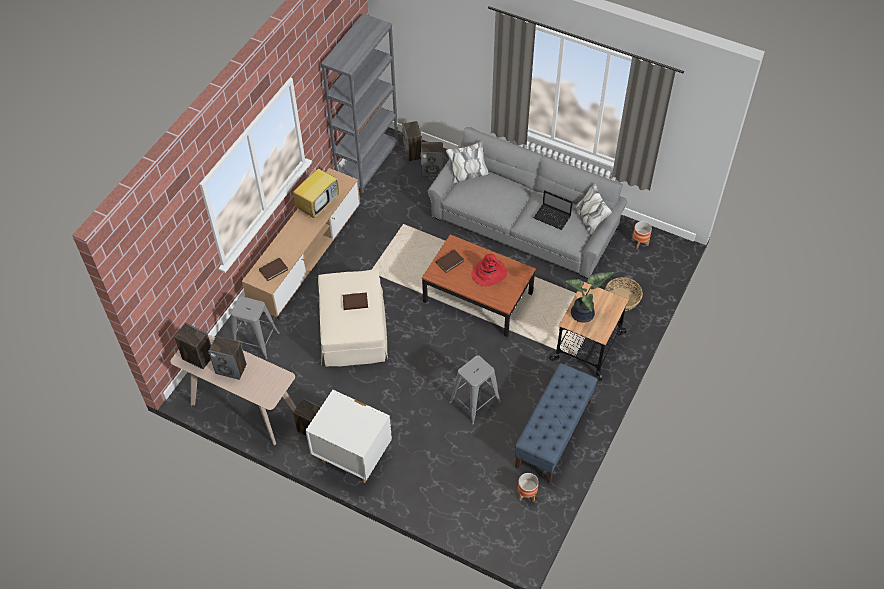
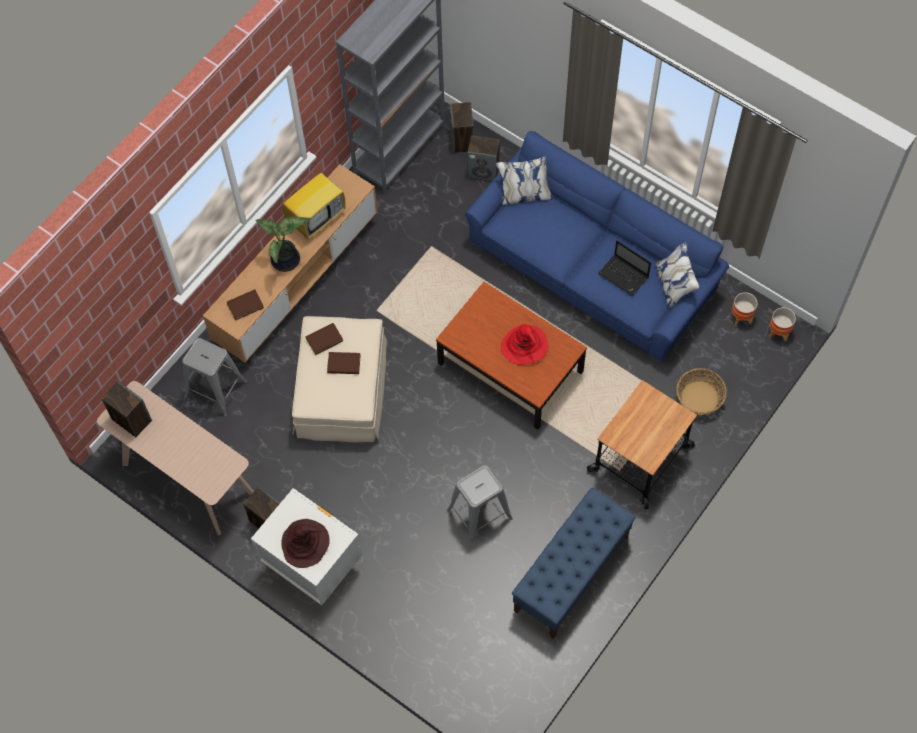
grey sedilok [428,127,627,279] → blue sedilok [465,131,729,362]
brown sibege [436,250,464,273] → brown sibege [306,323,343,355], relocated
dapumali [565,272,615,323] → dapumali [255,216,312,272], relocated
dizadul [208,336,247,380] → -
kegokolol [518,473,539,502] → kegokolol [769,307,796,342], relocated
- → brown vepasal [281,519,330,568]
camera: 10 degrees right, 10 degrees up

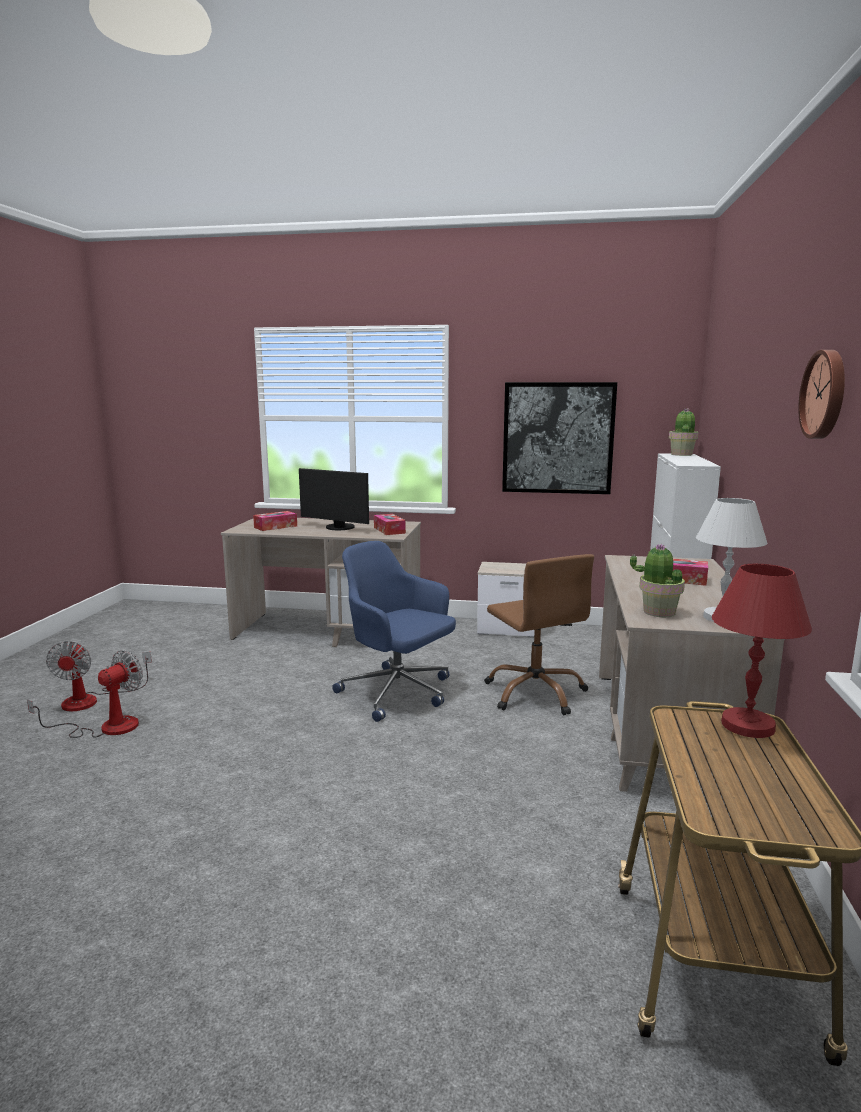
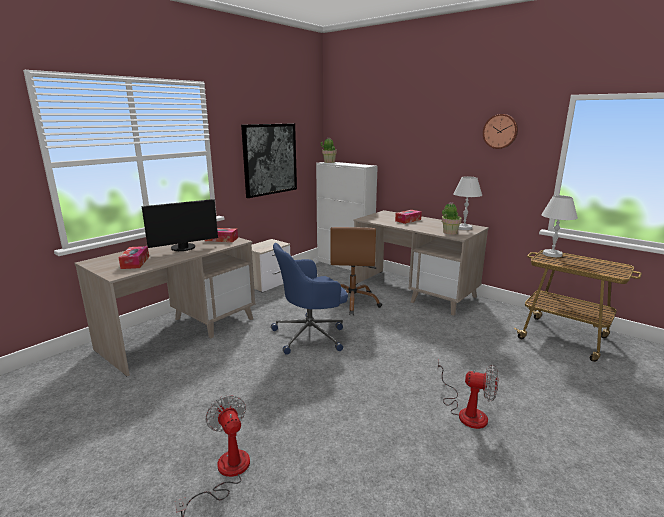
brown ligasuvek [485,554,594,715] → brown ligasuvek [330,227,382,315], 90 degrees clockwise
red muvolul [712,564,812,738] → white muvolul [541,195,578,257]
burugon [46,641,152,711] → burugon [437,360,498,429], relocated
camera: 60 degrees left, 5 degrees up

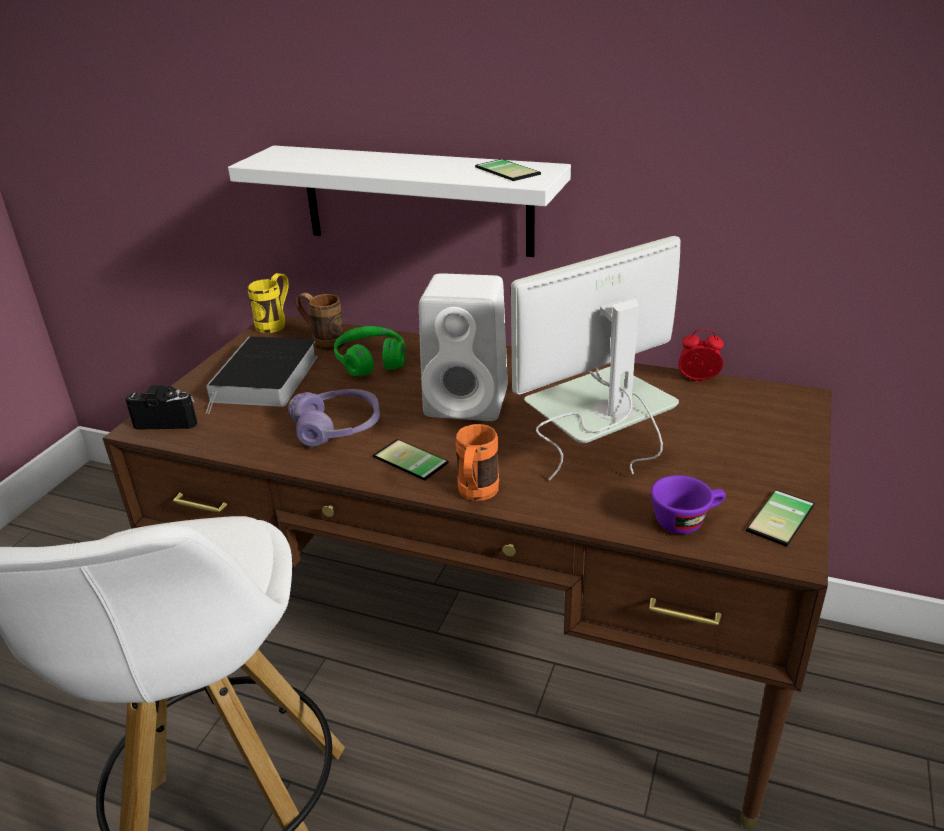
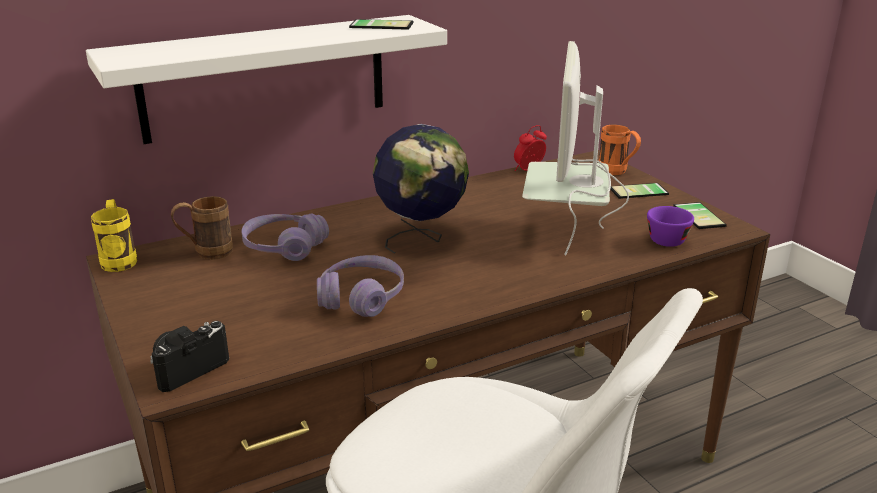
white dizadul [419,273,508,421] → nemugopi [373,124,469,254]
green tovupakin [334,326,405,376] → purple tovupakin [242,213,329,261]
sibege [206,337,318,414] → -
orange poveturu [456,424,499,501] → orange poveturu [599,125,641,175], relocated
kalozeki [373,439,449,481] → kalozeki [610,183,669,199], relocated
camera: 50 degrees left, 5 degrees down

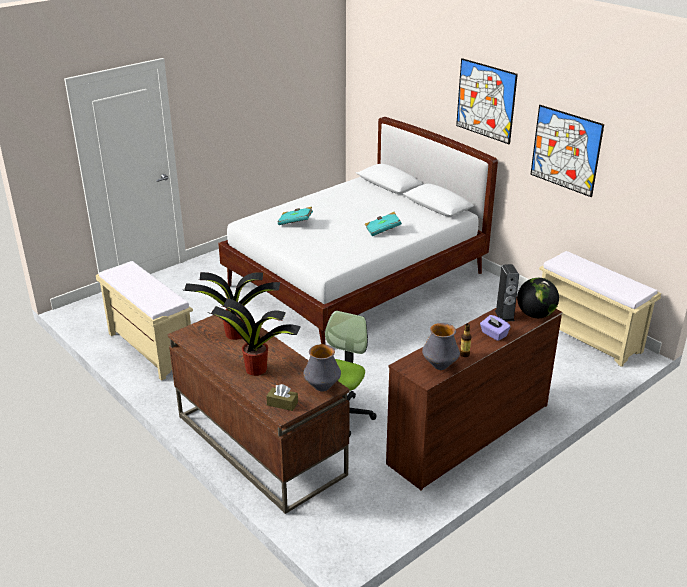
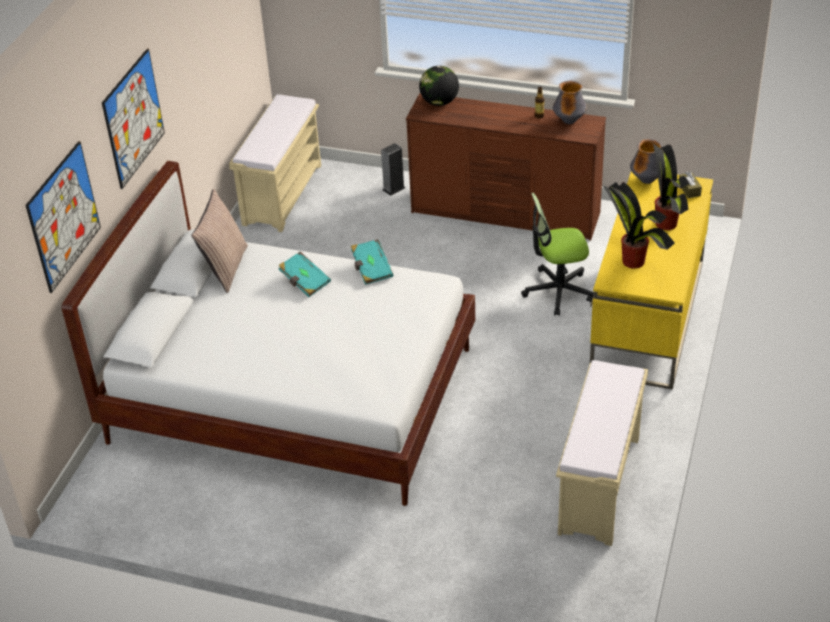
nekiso [530,105,604,197] → nekiso [25,141,101,293], relocated
turquoise sibege [278,207,313,225] → turquoise sibege [351,239,393,285], relocated
dizadul [495,264,519,322] → dizadul [381,143,405,196], relocated
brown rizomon [168,315,350,514] → yellow rizomon [590,171,713,390]
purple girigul [480,315,511,341] → -
- → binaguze [191,189,248,293]
camera: 120 degrees left, 10 degrees up

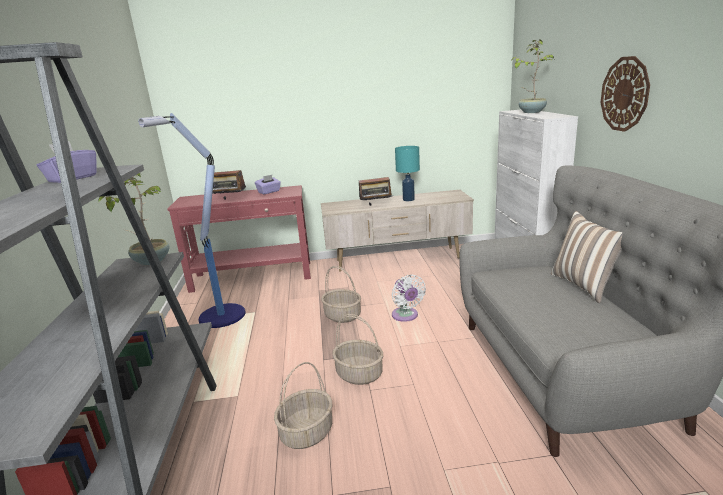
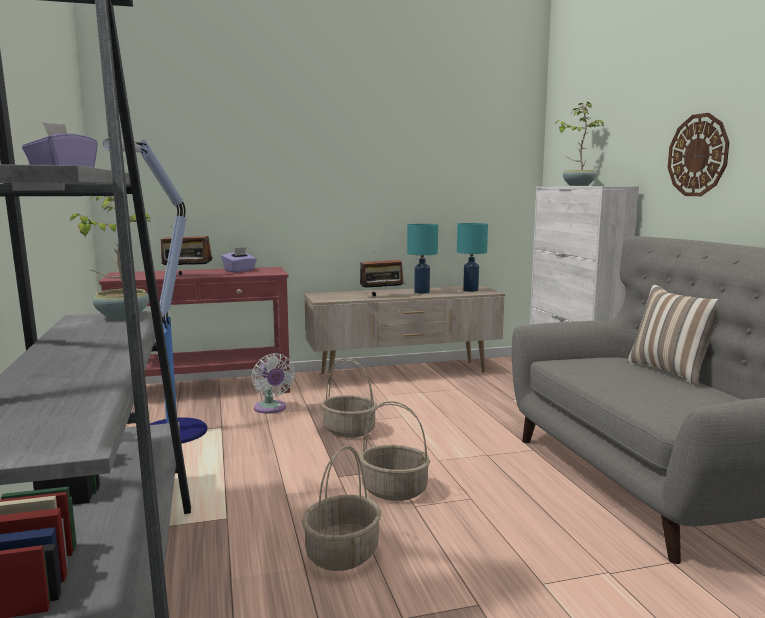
white burugon [392,275,426,322] → white burugon [251,353,295,413], relocated
- → turquoise muvolul [457,223,488,292]
camera: 10 degrees left, 10 degrees down

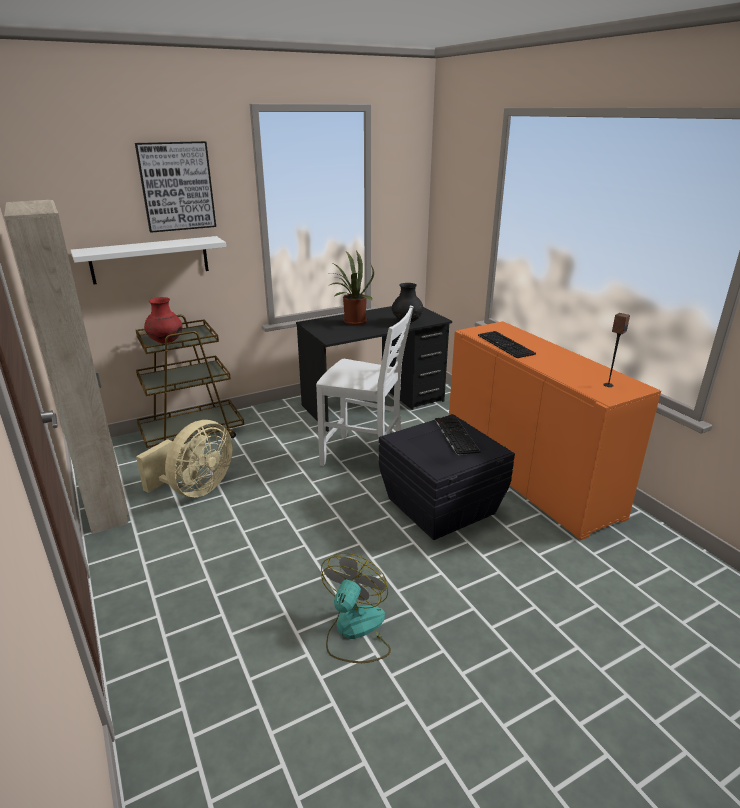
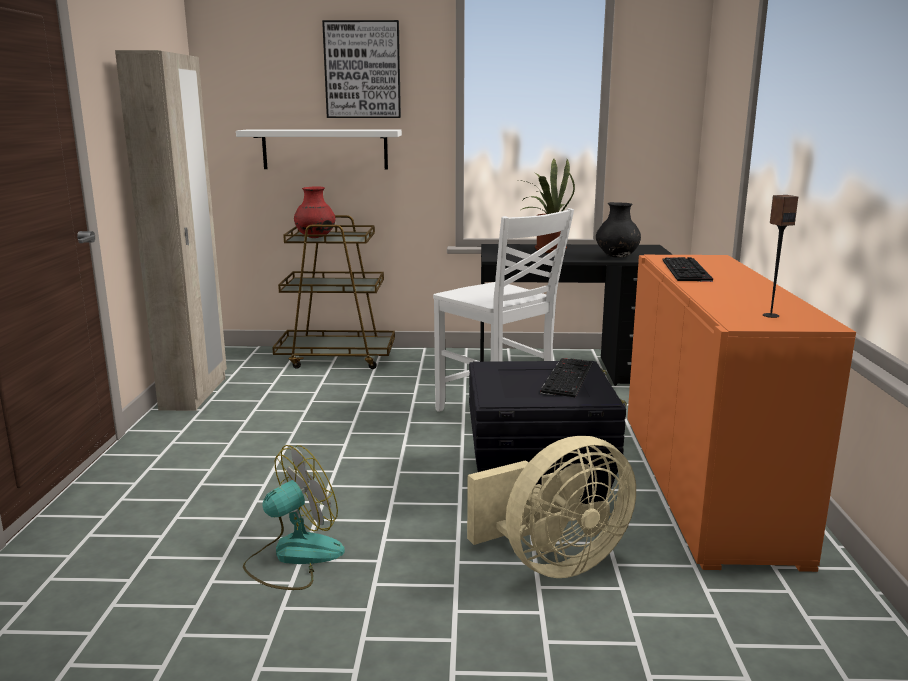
beige burugon [136,420,233,497] → beige burugon [467,436,636,578], relocated
camera: 30 degrees right, 10 degrees down

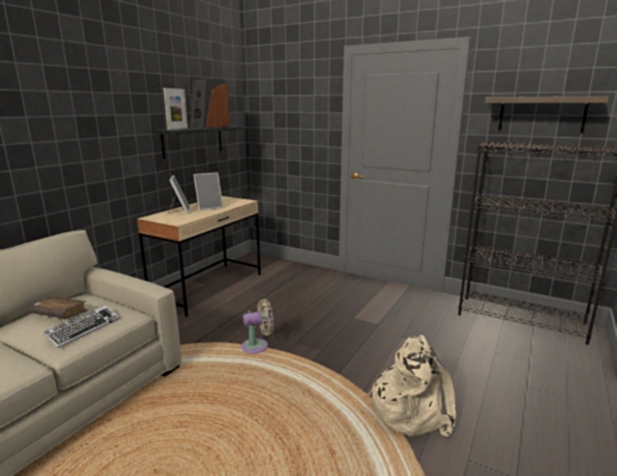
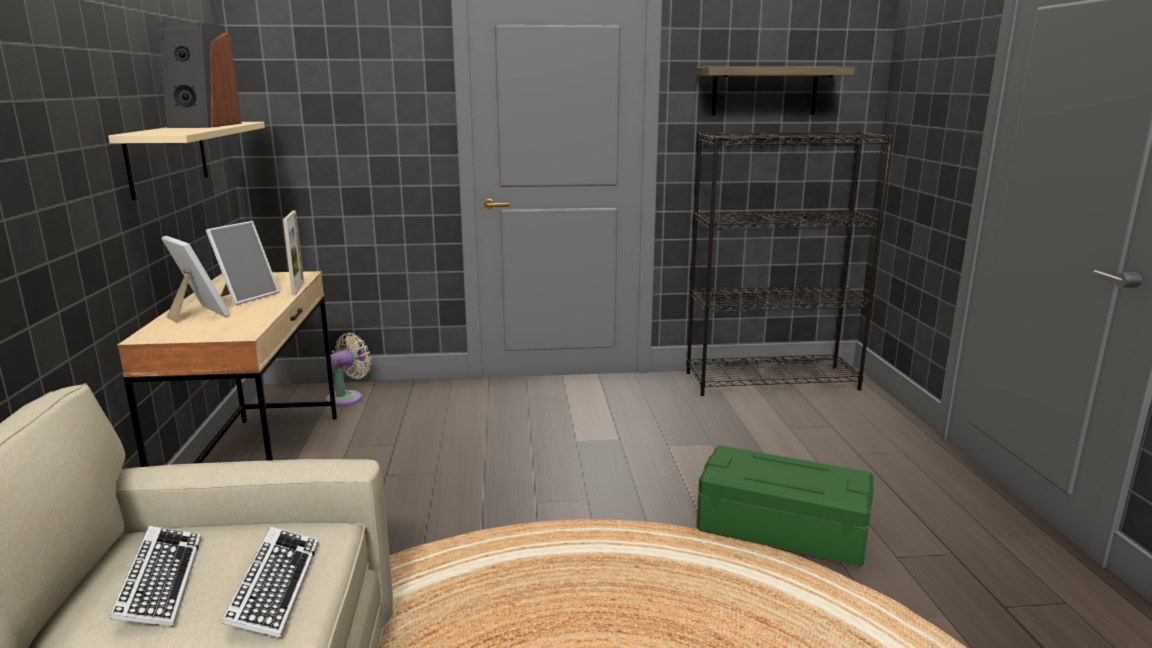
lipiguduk [163,88,188,130] → lipiguduk [283,210,304,296], relocated
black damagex [152,125,247,159] → beige damagex [108,122,265,201]
brown sibege [31,296,88,319] → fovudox [109,526,201,627]
beige burugon [241,299,274,354] → beige burugon [325,333,371,407], relocated
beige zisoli [367,335,456,437] → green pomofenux [696,445,874,567]
camera: 35 degrees left, 0 degrees up

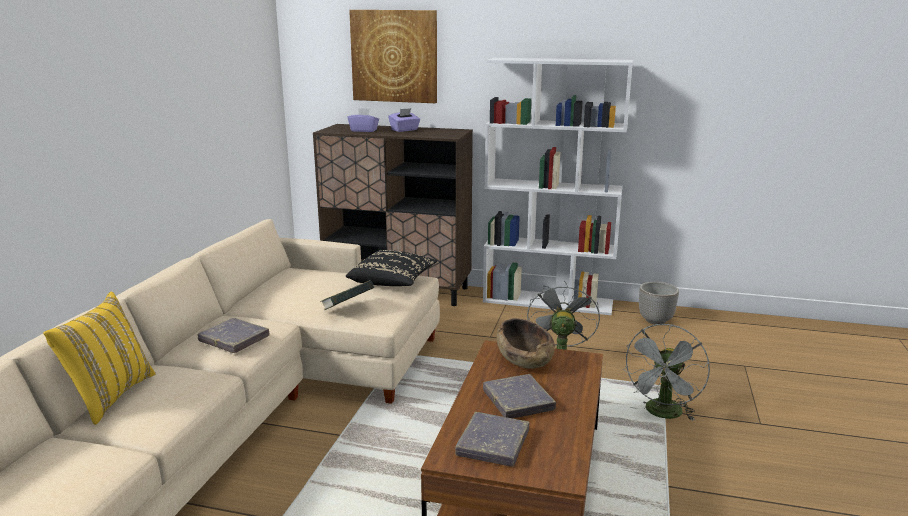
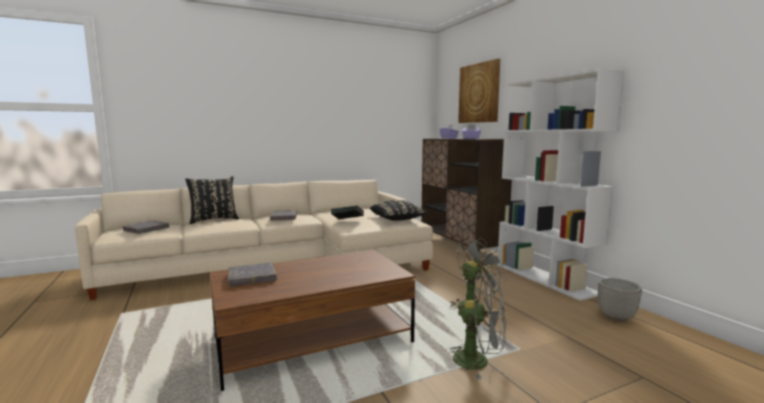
yellow binaguze [43,292,156,425] → black binaguze [185,176,239,224]
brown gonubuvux [497,318,555,369] → -
grey burugon [623,324,710,421] → grey burugon [445,273,506,379], 150 degrees counterclockwise
grey sibege [483,374,556,418] → grey sibege [123,220,169,234], relocated
camera: 50 degrees right, 10 degrees down

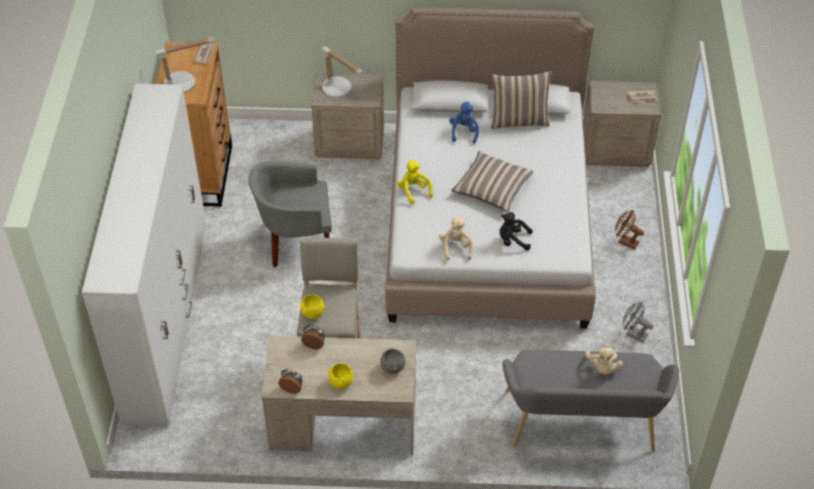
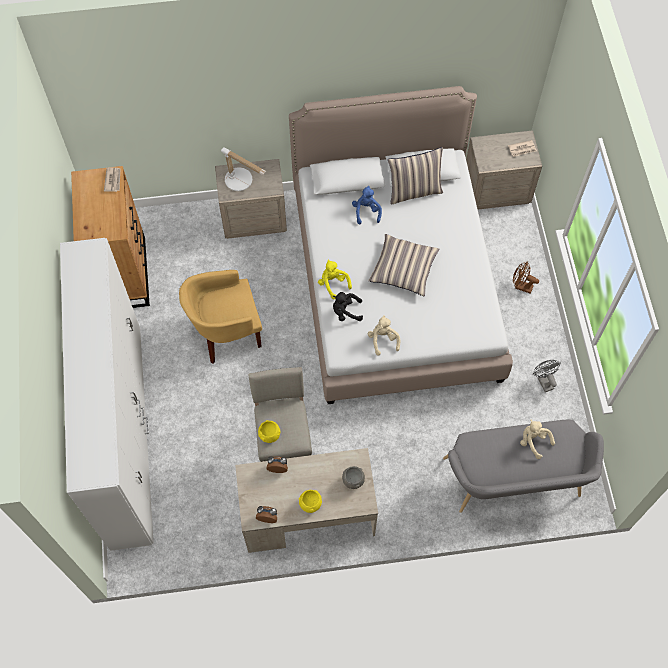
muvolul [155,36,214,92] → -
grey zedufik [248,161,332,268] → yellow zedufik [179,270,262,364]
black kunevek [500,212,533,250] → black kunevek [333,292,363,321], relocated
grey burugon [622,302,653,342] → grey burugon [533,360,561,392], 45 degrees clockwise
beige kunevek [585,346,623,375] → beige kunevek [520,420,555,459], 150 degrees clockwise
camera: 10 degrees left, 15 degrees up

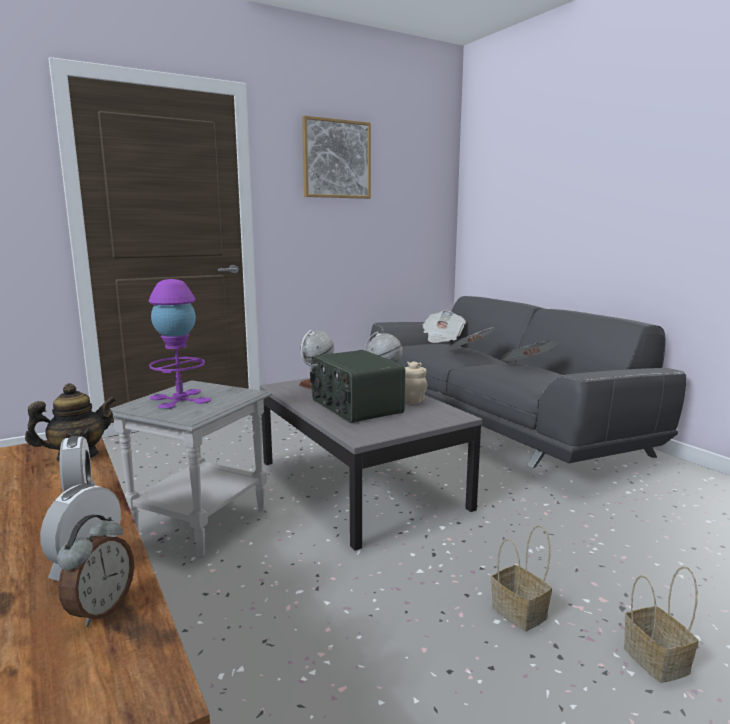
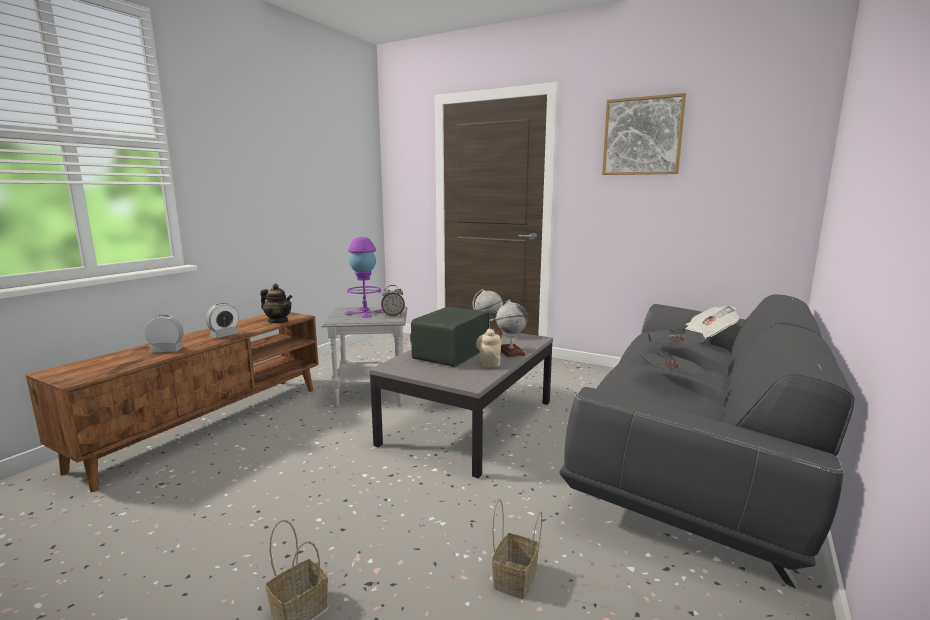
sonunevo [57,515,134,627] → sonunevo [381,285,405,316], relocated
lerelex [491,525,552,631] → lerelex [492,499,542,599], relocated
camera: 60 degrees right, 0 degrees up

